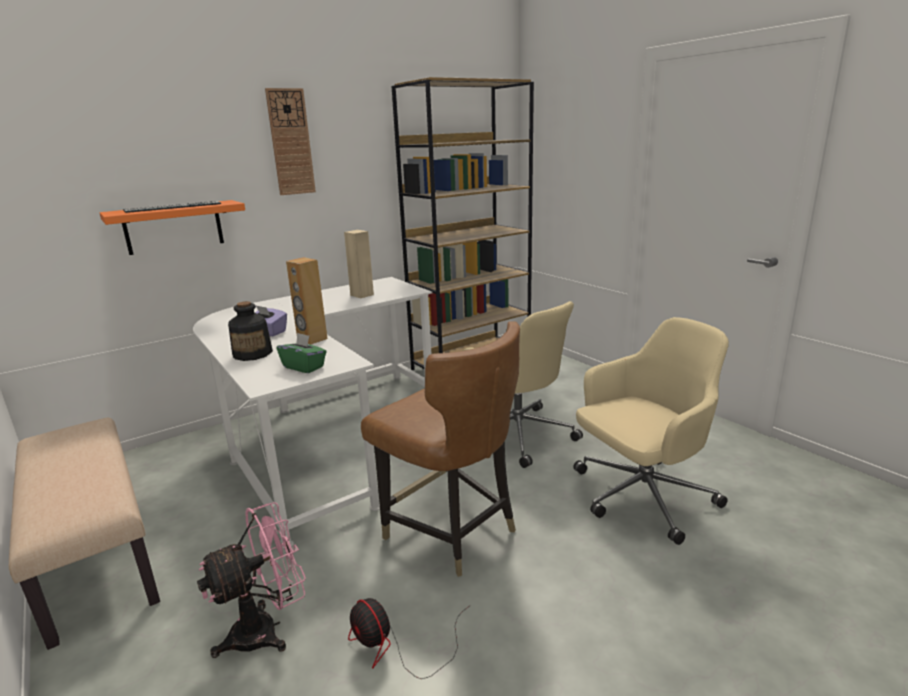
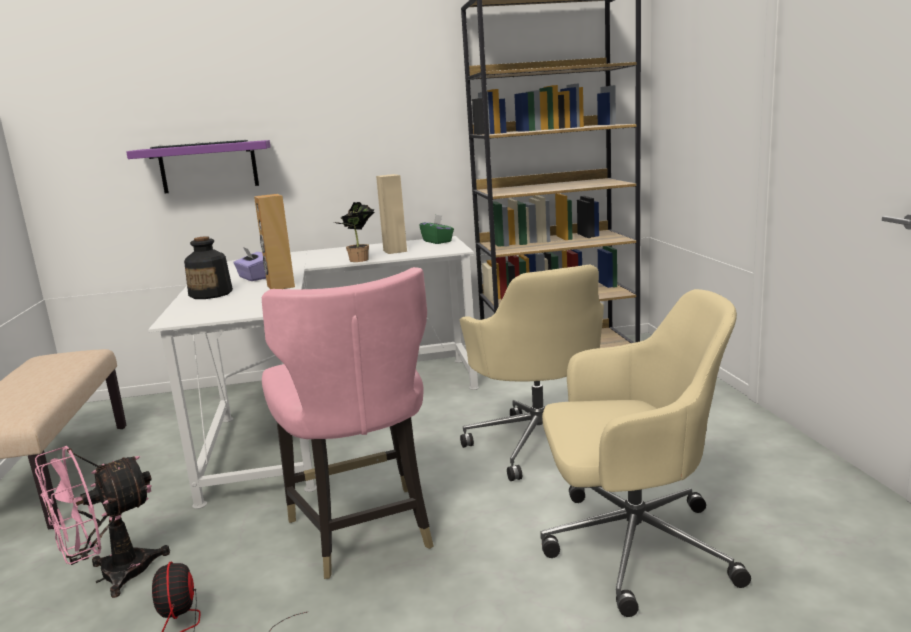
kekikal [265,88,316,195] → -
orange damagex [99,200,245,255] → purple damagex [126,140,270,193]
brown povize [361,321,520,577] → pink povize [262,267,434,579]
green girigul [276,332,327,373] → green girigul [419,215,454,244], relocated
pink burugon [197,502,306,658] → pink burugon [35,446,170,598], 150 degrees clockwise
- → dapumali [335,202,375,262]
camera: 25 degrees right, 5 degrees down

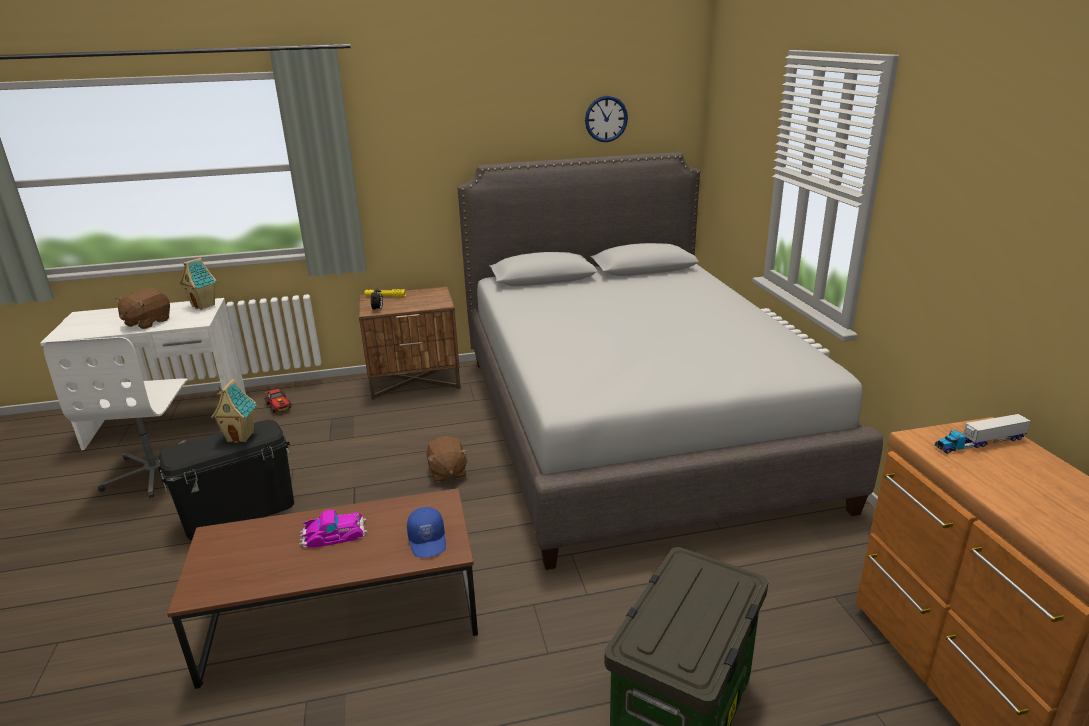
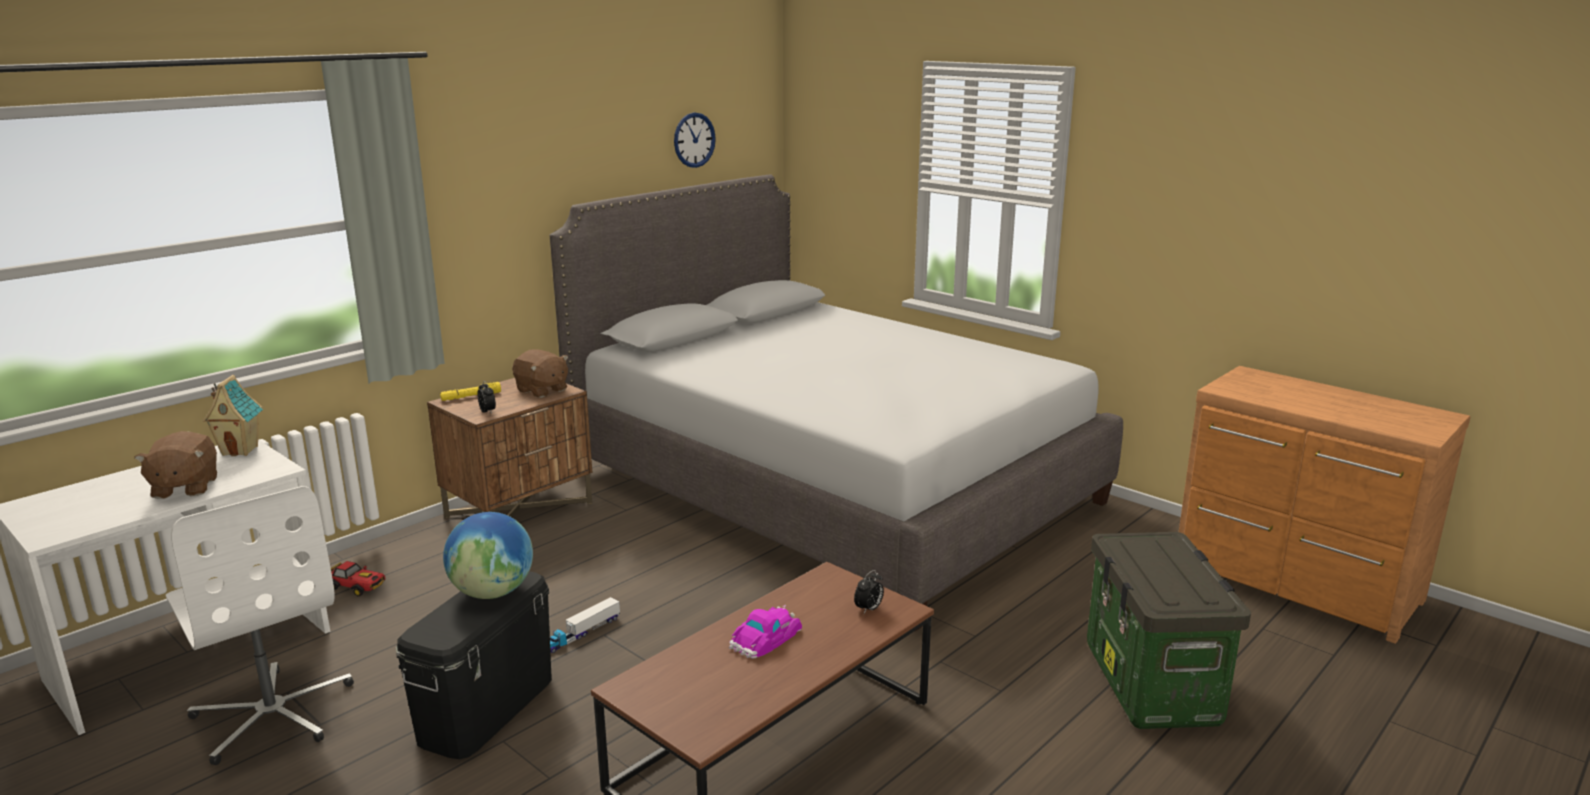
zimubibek [211,379,256,443] → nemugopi [443,512,533,599]
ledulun [935,414,1031,454] → ledulun [550,597,620,653], relocated
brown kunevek [427,436,469,483] → brown kunevek [512,349,568,398], relocated
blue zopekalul [407,507,446,558] → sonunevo [854,570,884,614]
camera: 35 degrees left, 5 degrees down

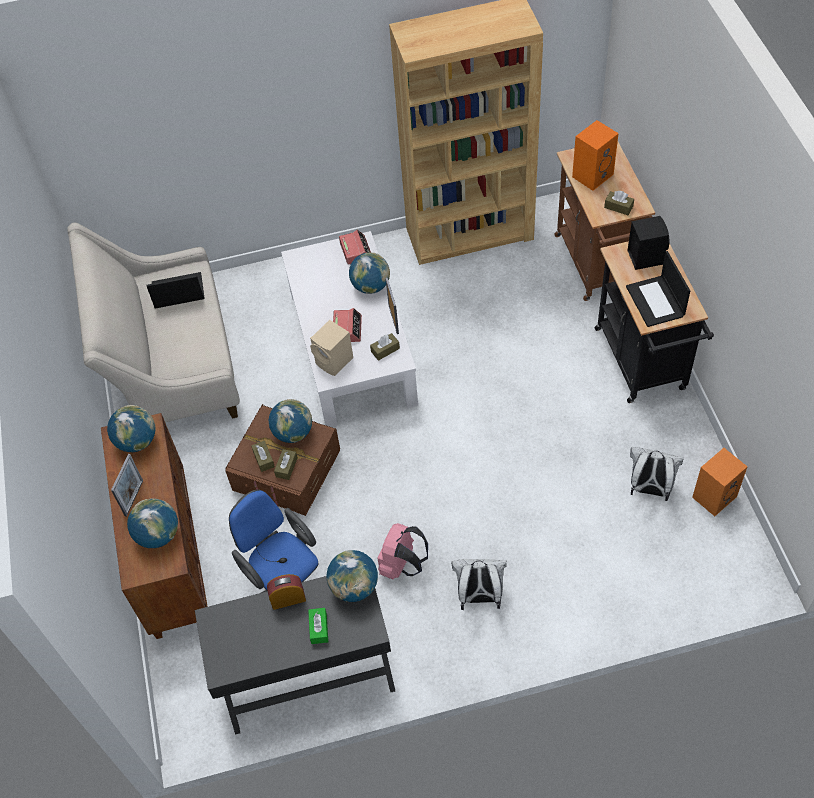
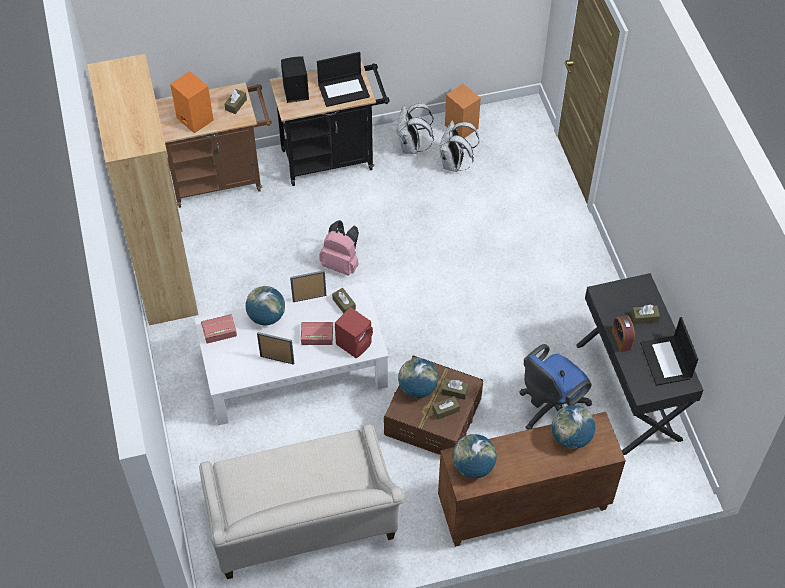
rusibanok [146,272,205,309] → rusibanok [640,317,698,386], relocated
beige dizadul [310,320,353,376] → red dizadul [335,307,373,358]
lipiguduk [111,454,143,517] → lipiguduk [257,332,294,365], relocated
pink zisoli [377,523,428,579] → pink zisoli [319,220,359,276], relocated
nemugopi [327,550,378,602] → -
white zisoli [451,559,507,610] → white zisoli [396,103,434,154], relocated
green girigul [308,608,328,644] → brown girigul [631,304,660,324]
camera: 95 degrees left, 0 degrees up

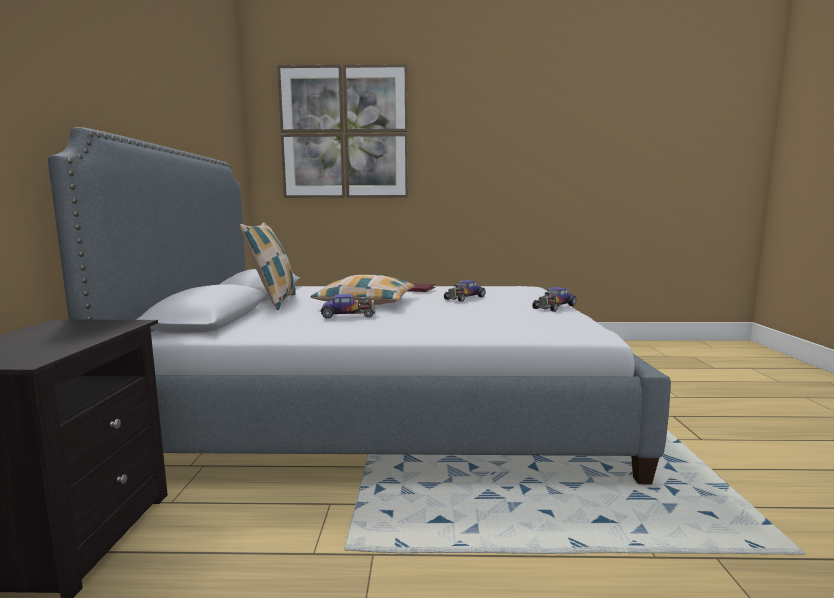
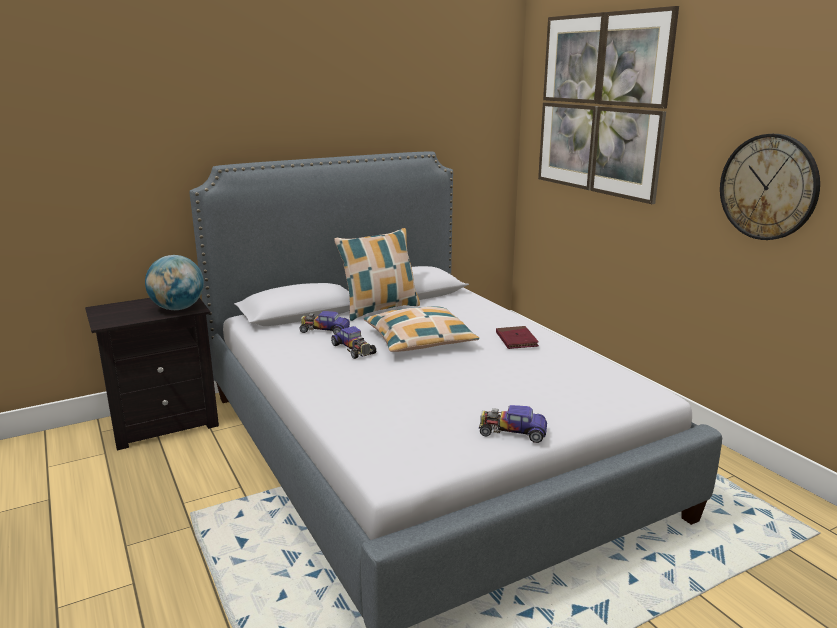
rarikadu [444,280,485,302] → rarikadu [299,311,350,335], relocated
- → kekikal [720,134,820,240]
- → nemugopi [145,255,204,310]
camera: 60 degrees right, 10 degrees up

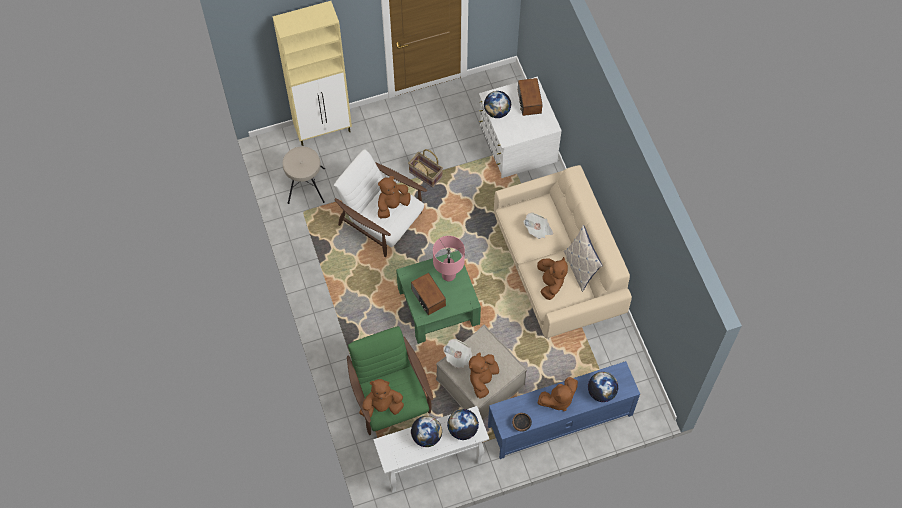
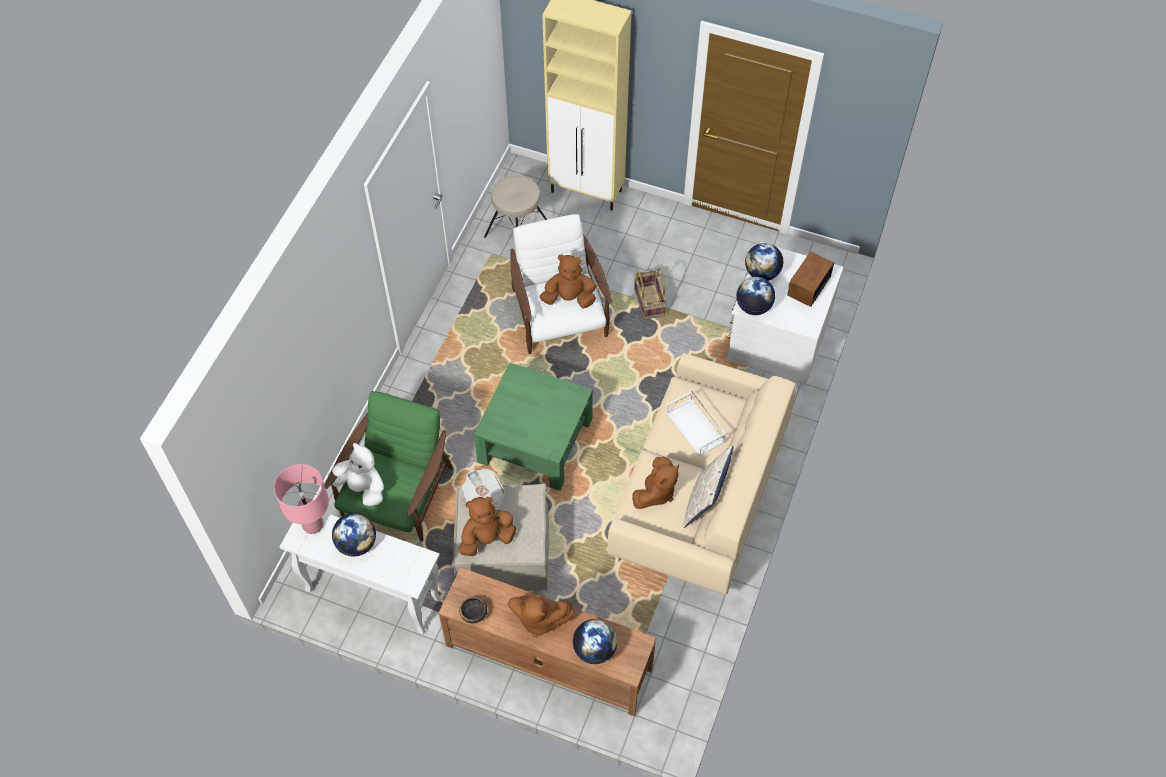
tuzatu [523,212,553,239] → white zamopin [666,391,726,457]
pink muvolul [433,236,465,282] → pink muvolul [274,464,329,534], relocated
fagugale [411,273,446,315] → -
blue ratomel [488,361,640,459] → brown ratomel [439,567,656,716]
brown kunevek [359,379,404,417] → white kunevek [328,443,384,506]
nemugopi [447,409,479,440] → nemugopi [736,277,775,315], relocated
camera: 40 degrees right, 5 degrees down

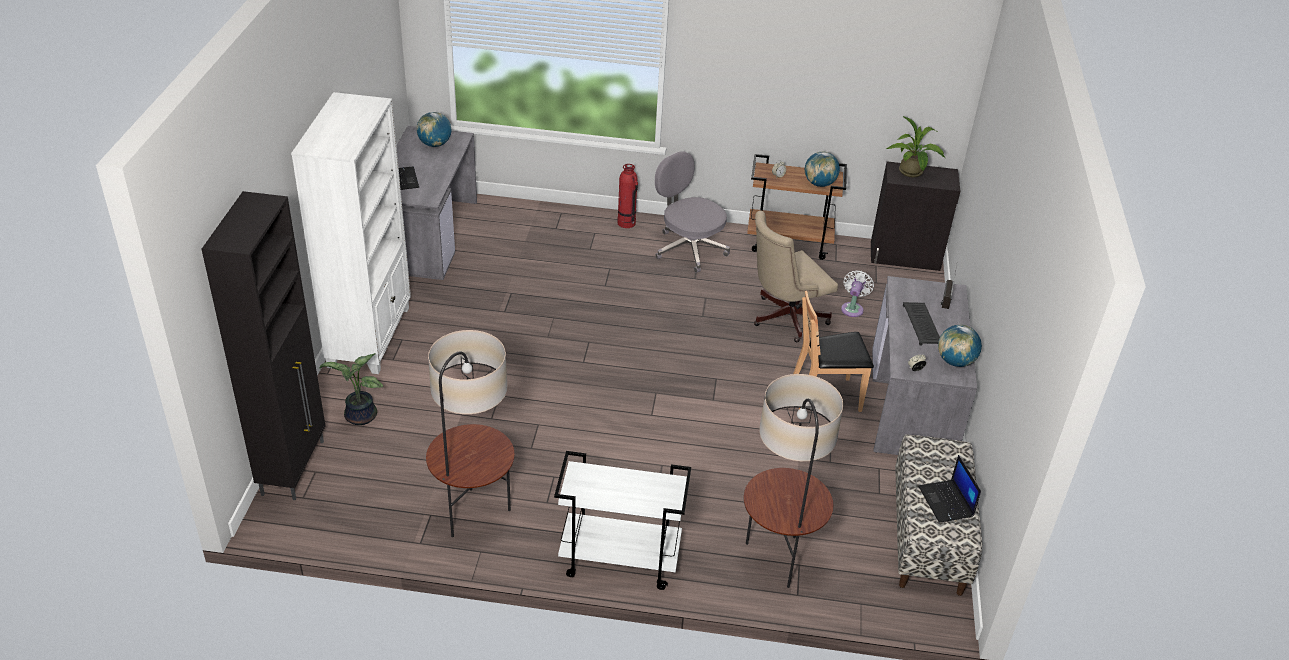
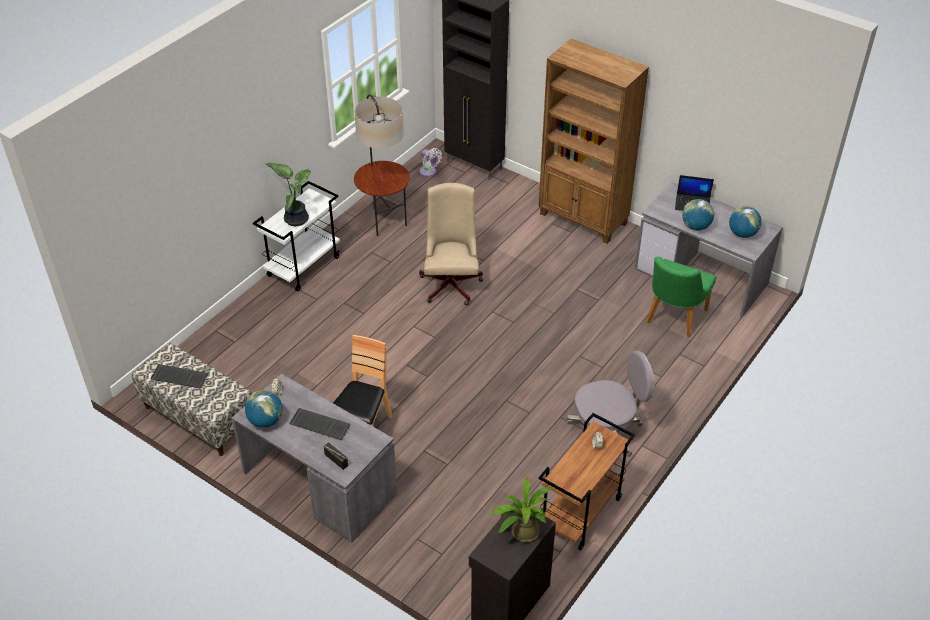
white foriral [291,92,411,374] → brown foriral [539,39,649,244]
nemugopi [805,152,840,187] → nemugopi [682,199,714,230], relocated
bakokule [617,164,638,228] → -
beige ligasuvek [754,211,838,343] → beige ligasuvek [419,183,483,305], relocated
white burugon [841,270,874,317] → white burugon [419,148,442,176], relocated
dapumali [320,353,383,425] → dapumali [266,163,311,226], relocated
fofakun [744,374,843,588] → -
rusibanok [918,455,981,523] → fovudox [151,364,208,388]
- → green povize [646,257,717,338]
camera: 120 degrees right, 5 degrees up

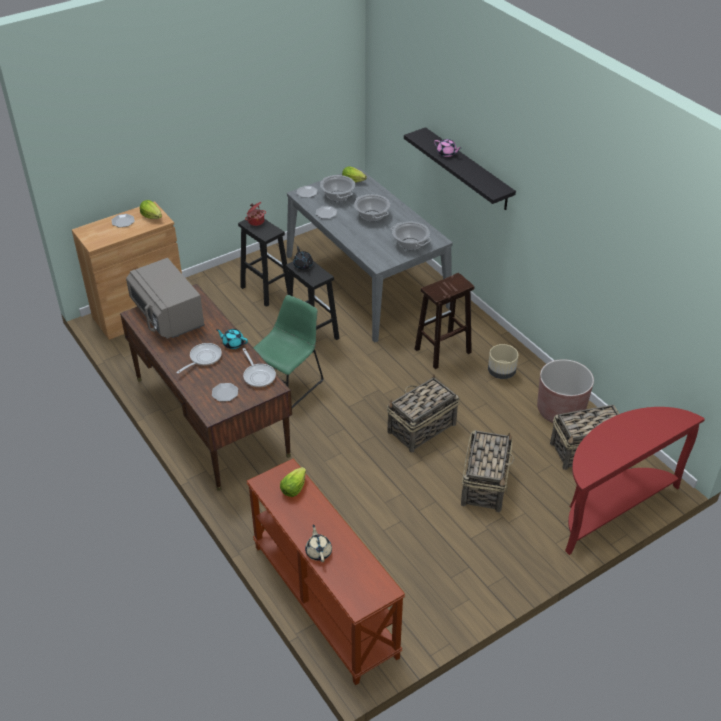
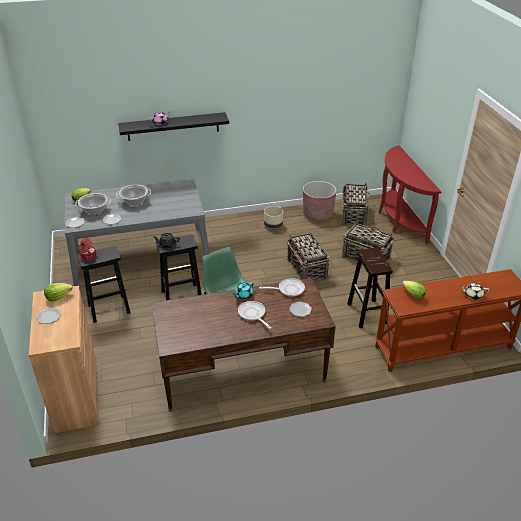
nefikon [391,222,431,250] → -
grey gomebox [126,258,205,339] → -
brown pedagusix [415,273,474,369] → brown pedagusix [347,248,393,328], relocated
camera: 70 degrees left, 5 degrees down

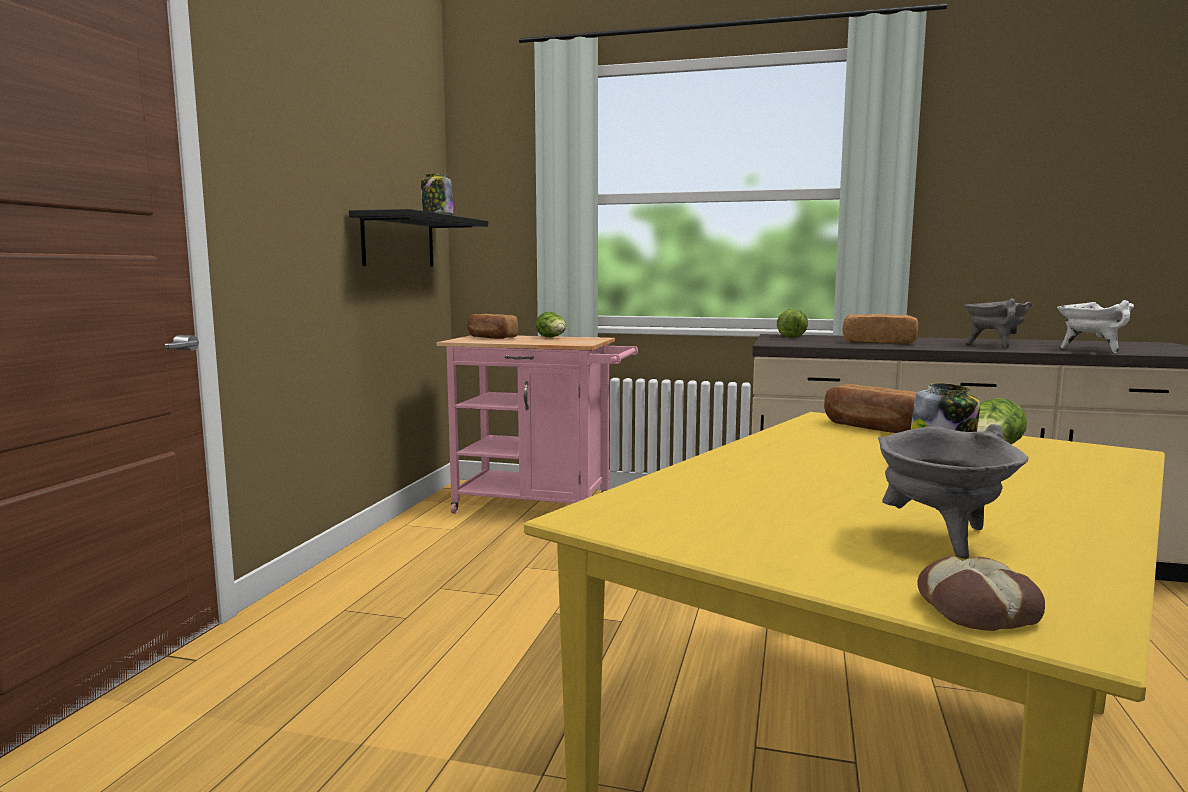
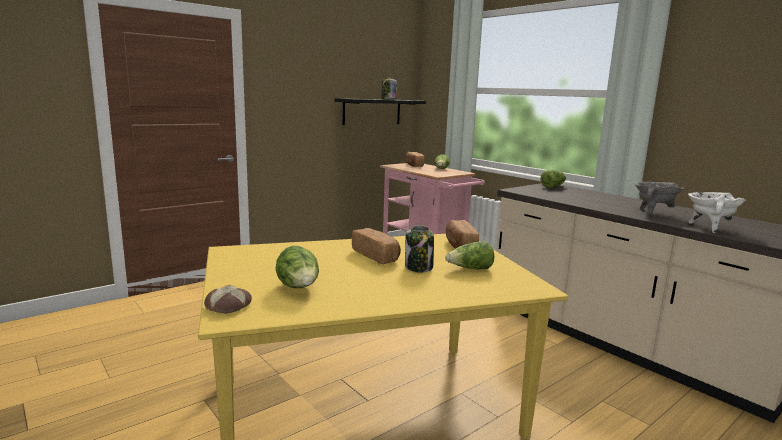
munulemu [843,314,918,344] → munulemu [352,228,401,264], relocated
grey nefikon [878,424,1029,559] → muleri [276,246,319,288]
camera: 35 degrees right, 5 degrees up

